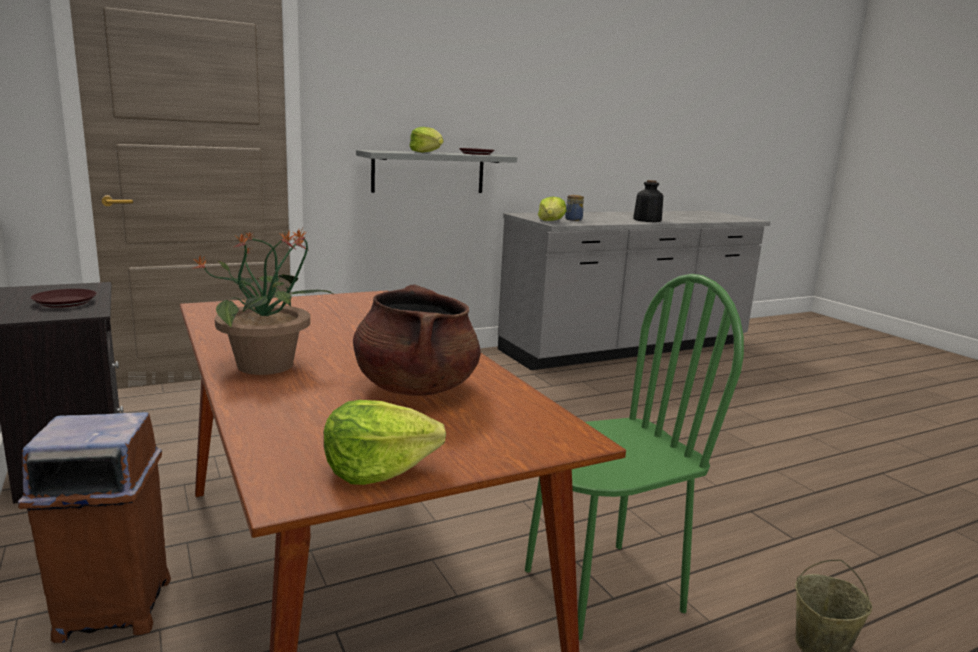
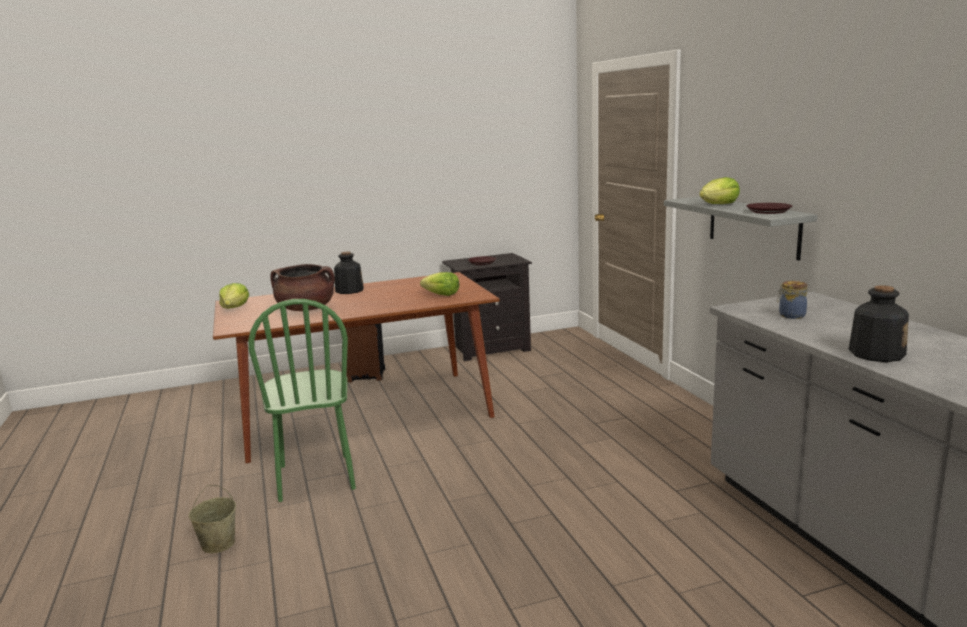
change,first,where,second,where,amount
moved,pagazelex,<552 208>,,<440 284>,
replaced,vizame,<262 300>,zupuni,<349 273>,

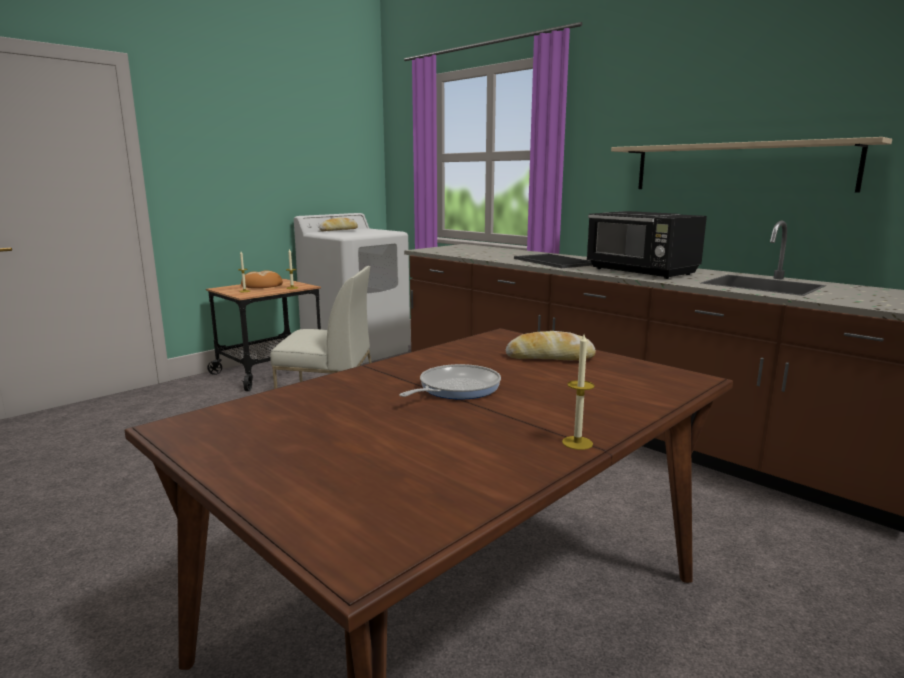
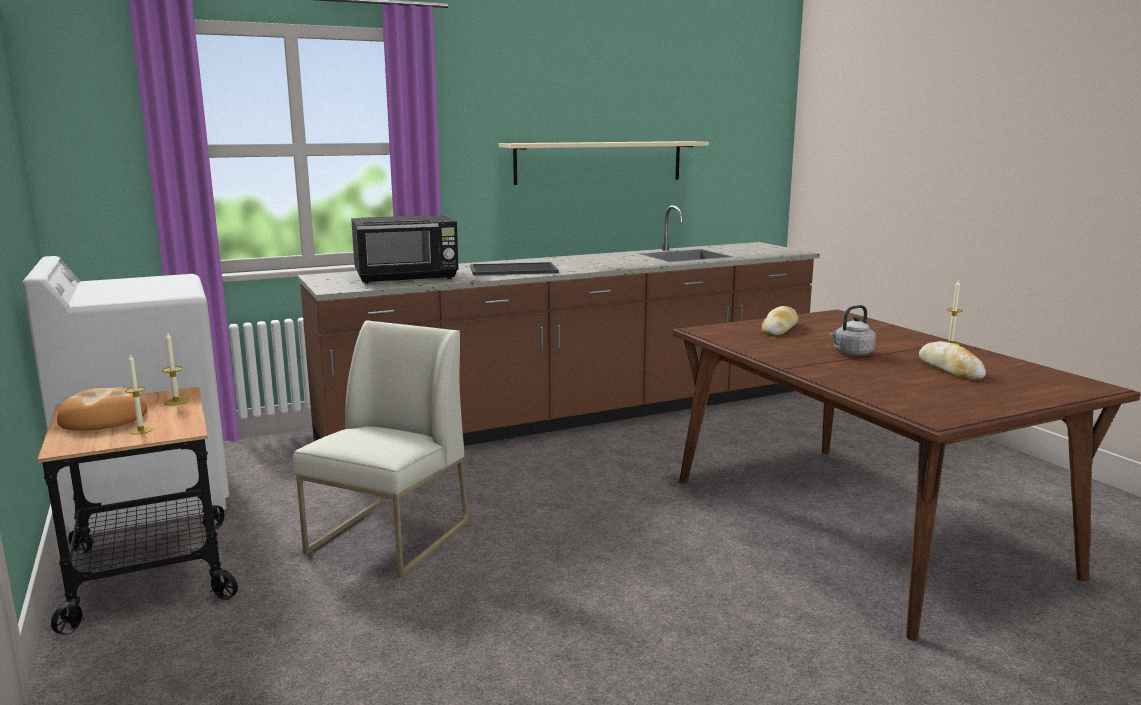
change,first,where,second,where,amount
moved,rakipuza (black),<646 245>,,<405 249>,
moved,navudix,<338 224>,,<952 360>,
replaced,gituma,<450 382>,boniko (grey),<852 330>,

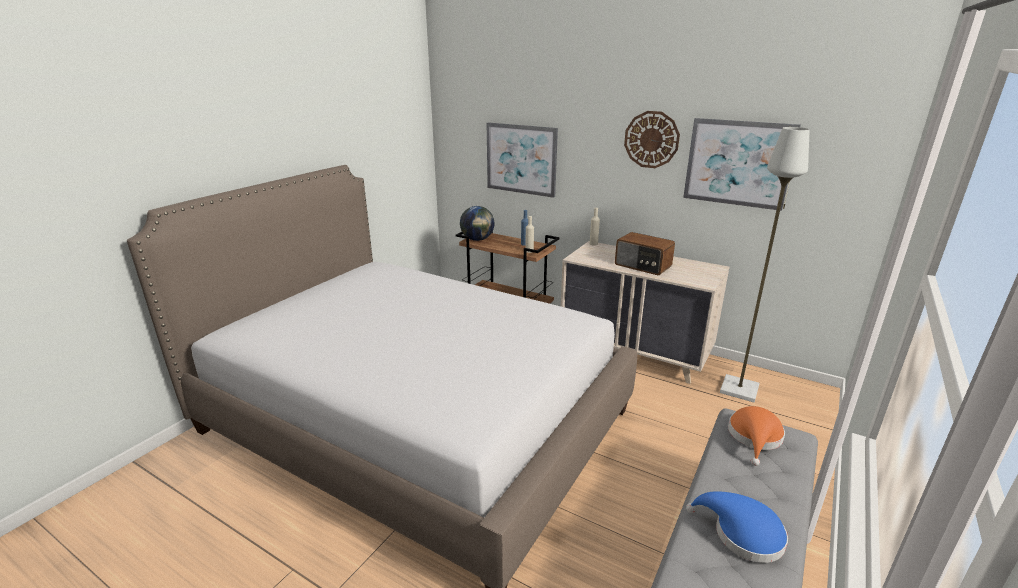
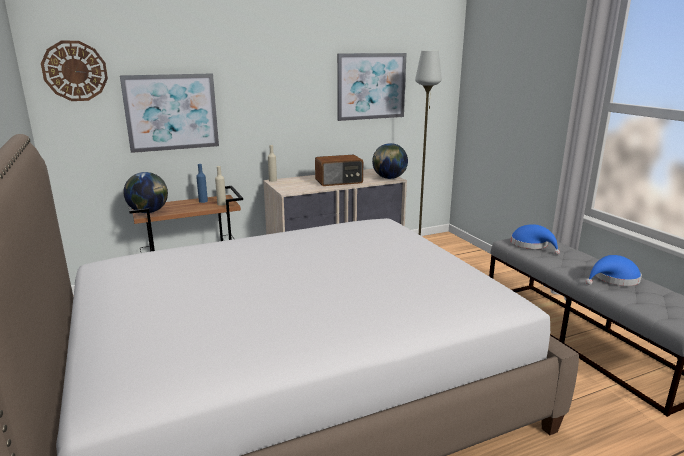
change,first,where,second,where,amount
moved,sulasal,<652 139>,,<74 71>,
recoloured,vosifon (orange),<756 436>,vosifon (blue),<535 239>,
added,,,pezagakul,<390 161>,

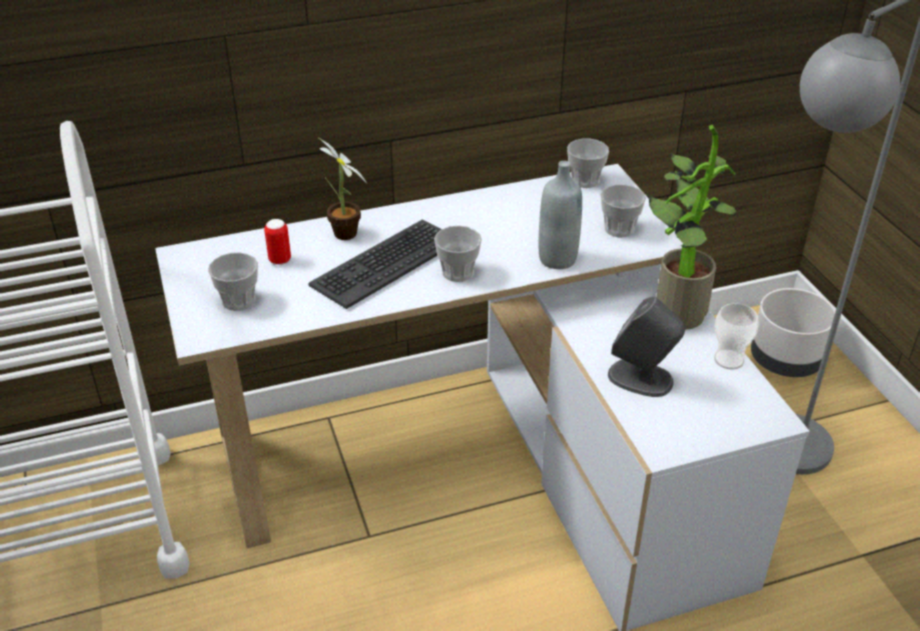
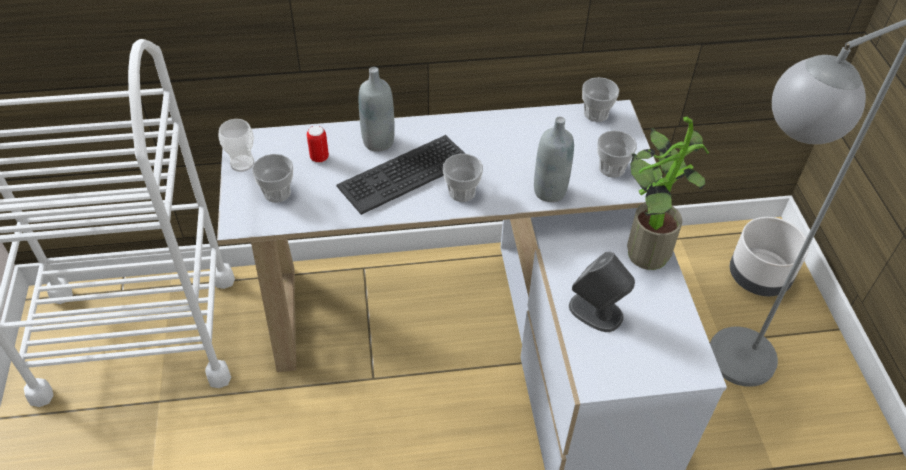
change,first,where,second,where,amount
replaced,vizame,<343 189>,zupuni (grey),<377 109>,
moved,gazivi,<736 336>,,<237 145>,

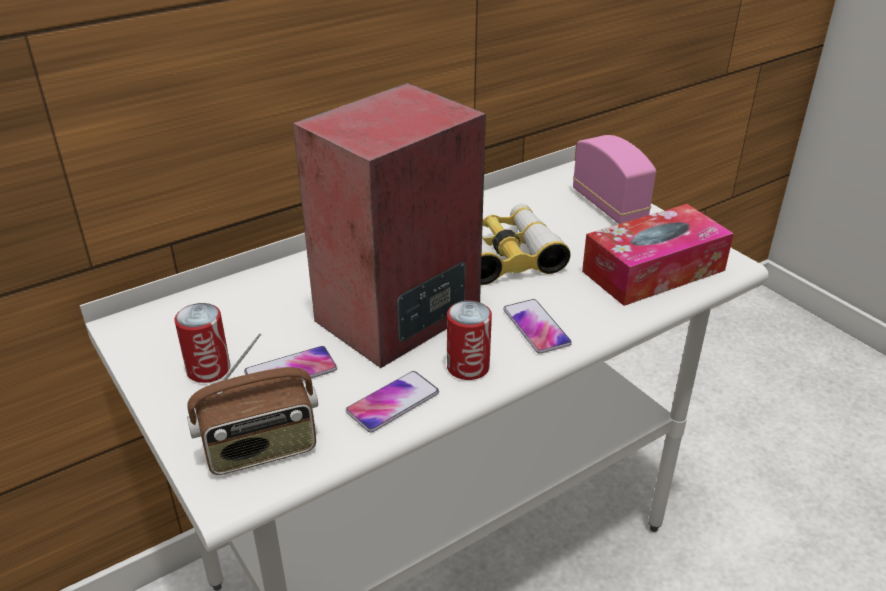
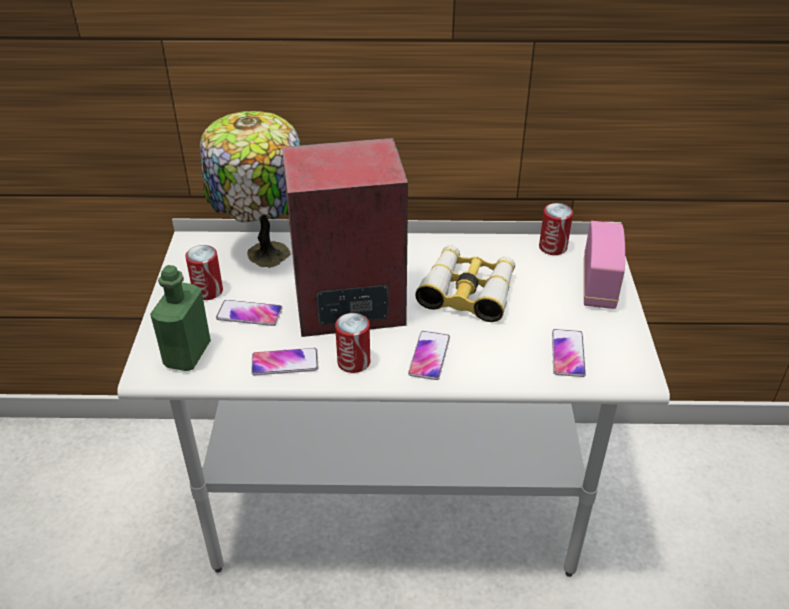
change,first,where,second,where,amount
replaced,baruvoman,<658 255>,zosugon,<569 353>,
replaced,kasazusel,<252 404>,zupuni (green),<180 318>,
added,,,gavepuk,<250 189>,
added,,,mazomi,<556 229>,

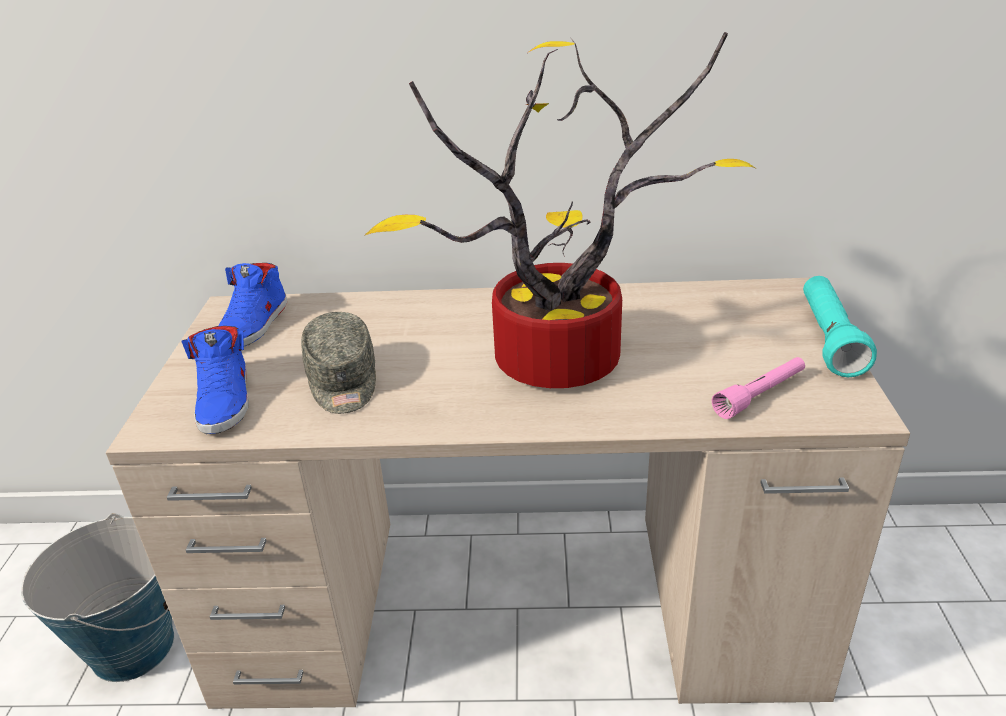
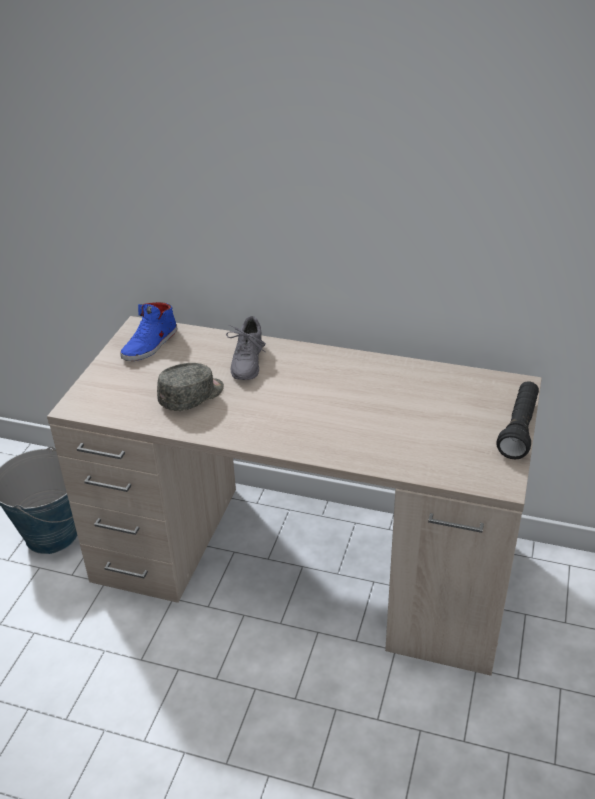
change,first,where,second,where,amount
removed,vizame,<559 210>,,,
recoloured,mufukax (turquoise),<840 327>,mufukax (black),<517 420>,
turned,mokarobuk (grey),<338 363>,,<190 387>,135 degrees counterclockwise
removed,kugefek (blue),<215 380>,,,
removed,mufukax (pink),<758 388>,,,
added,,,kugefek (grey),<246 348>,

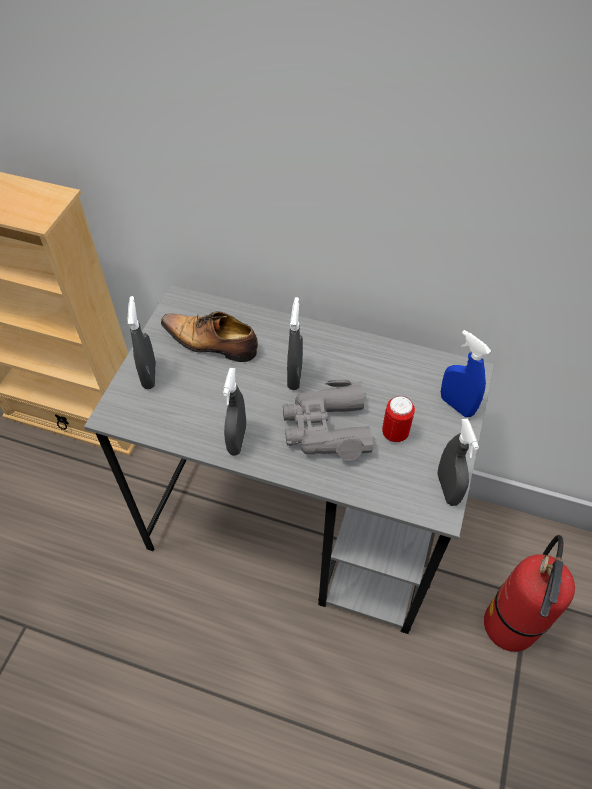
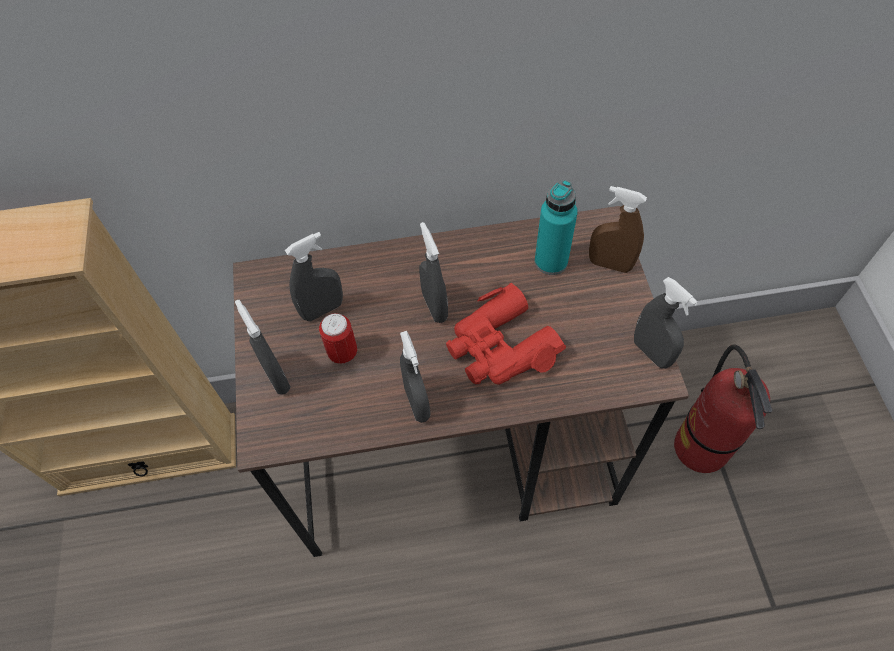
change,first,where,second,where,amount
recoloured,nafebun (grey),<289 459>,nafebun (brown),<461 381>,
replaced,kugefek,<209 336>,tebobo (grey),<314 276>,
recoloured,tebobo (blue),<466 373>,tebobo (brown),<618 229>,
recoloured,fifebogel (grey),<328 420>,fifebogel (red),<506 334>,
moved,mazomi,<398 419>,,<338 338>,
added,,,zupuni (turquoise),<556 227>,

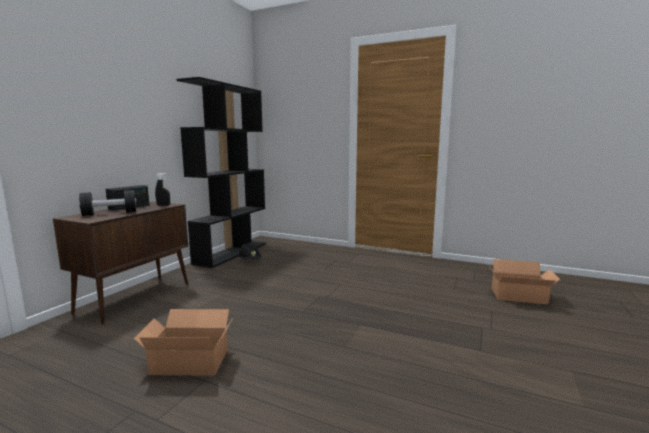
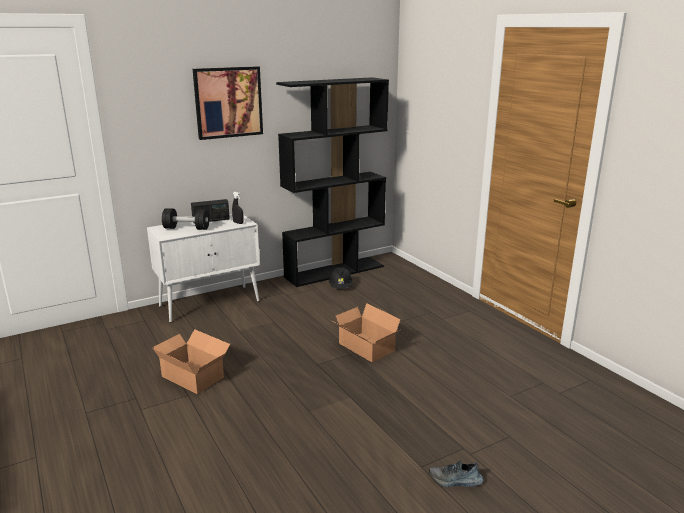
change,first,where,second,where,amount
recoloured,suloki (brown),<120 262>,suloki (white),<203 268>,
moved,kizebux,<524 282>,,<366 332>,
added,,,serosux,<228 103>,
added,,,kugefek,<456 473>,

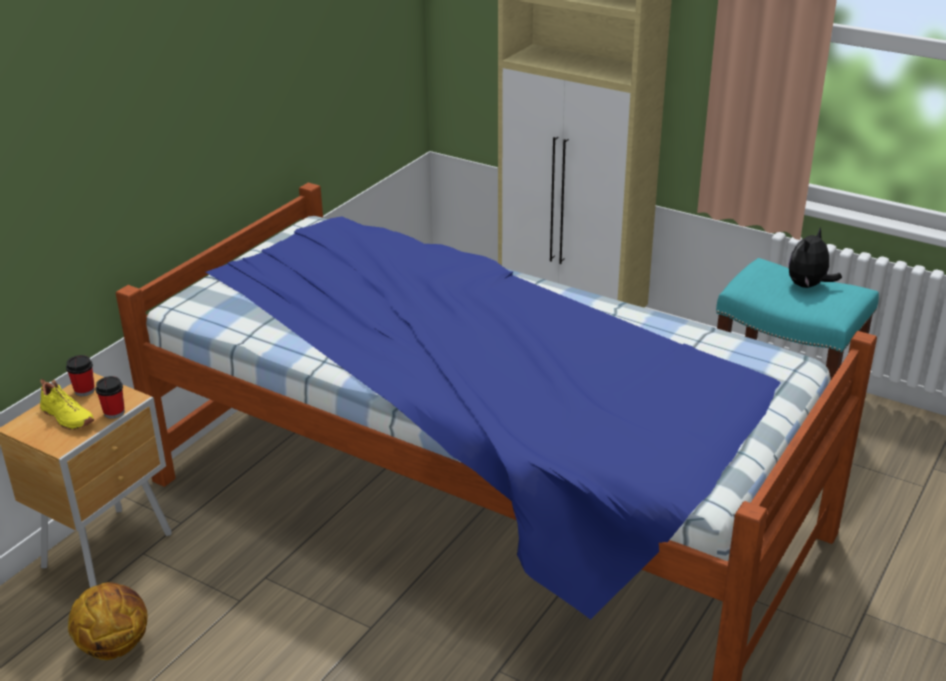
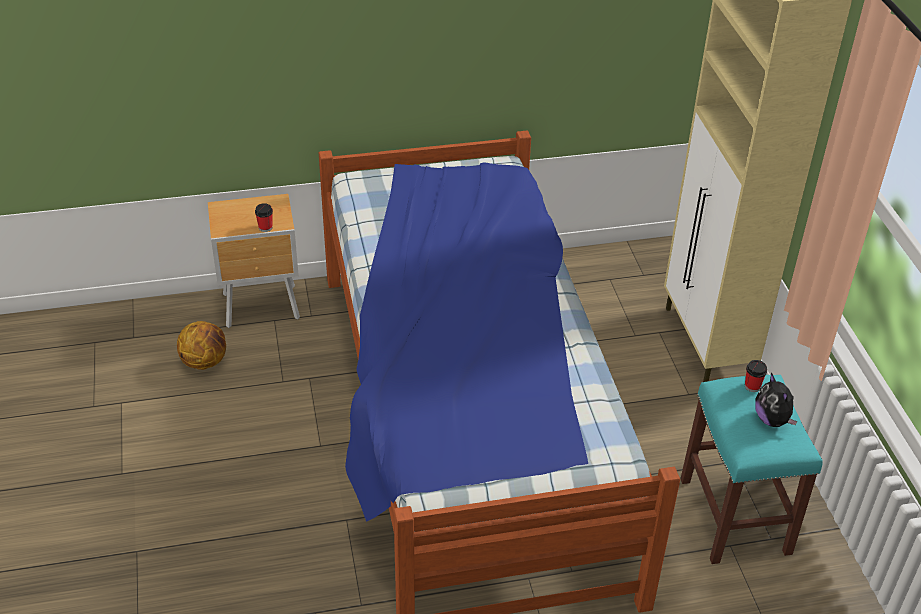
change,first,where,second,where,amount
turned,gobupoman,<815 258>,,<776 400>,105 degrees counterclockwise
moved,gazivi,<80 375>,,<756 376>,
removed,kugefek (yellow),<67 404>,,,

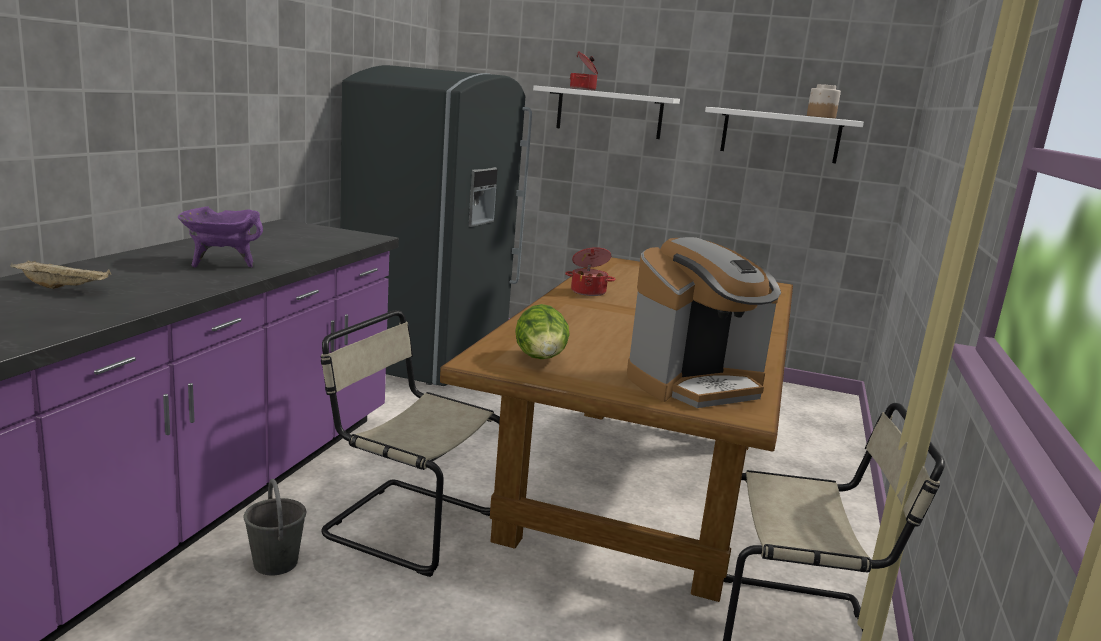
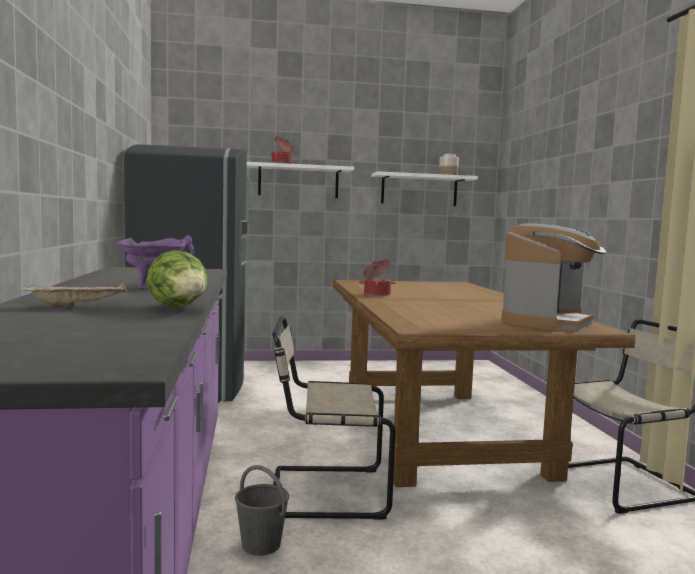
change,first,where,second,where,amount
moved,pagazelex,<542 331>,,<177 278>,

